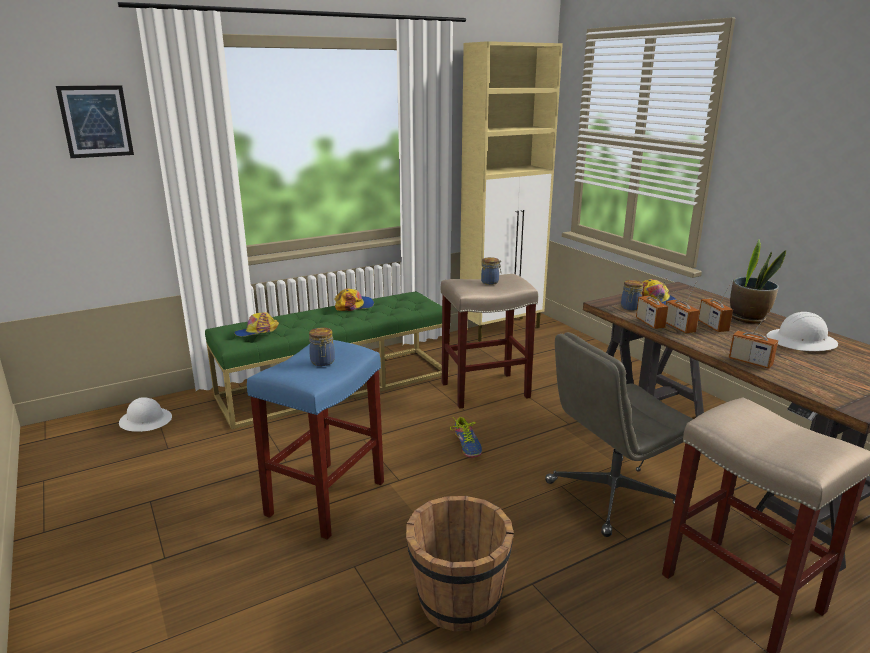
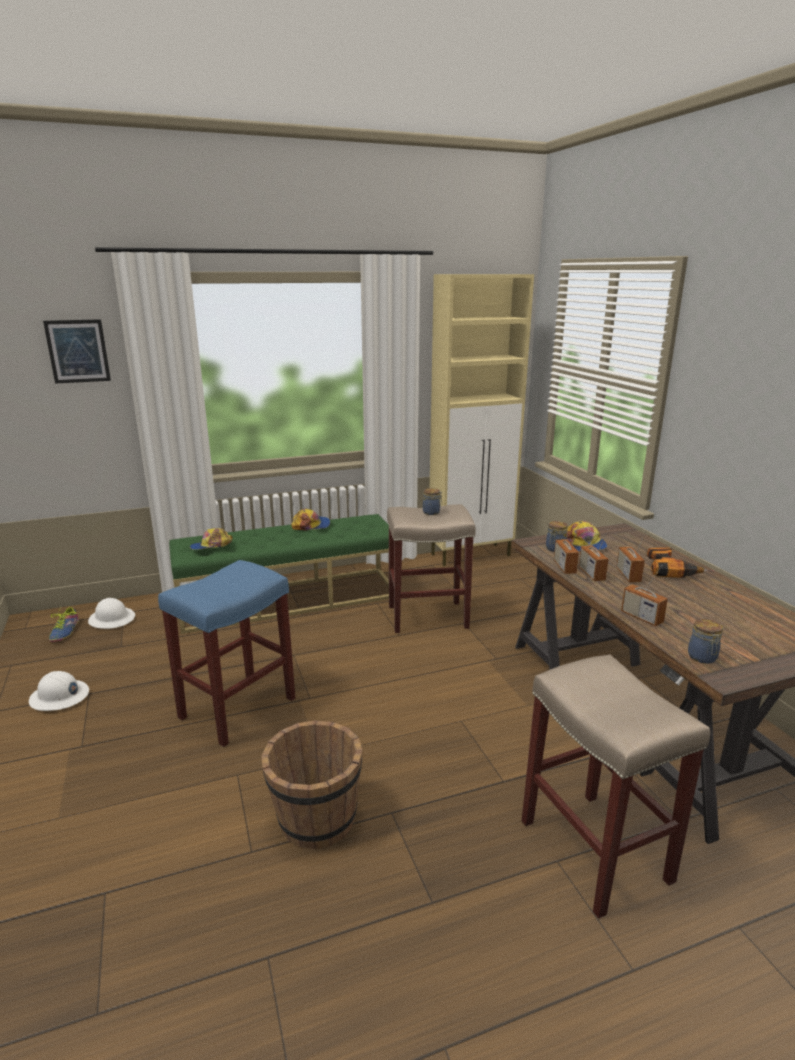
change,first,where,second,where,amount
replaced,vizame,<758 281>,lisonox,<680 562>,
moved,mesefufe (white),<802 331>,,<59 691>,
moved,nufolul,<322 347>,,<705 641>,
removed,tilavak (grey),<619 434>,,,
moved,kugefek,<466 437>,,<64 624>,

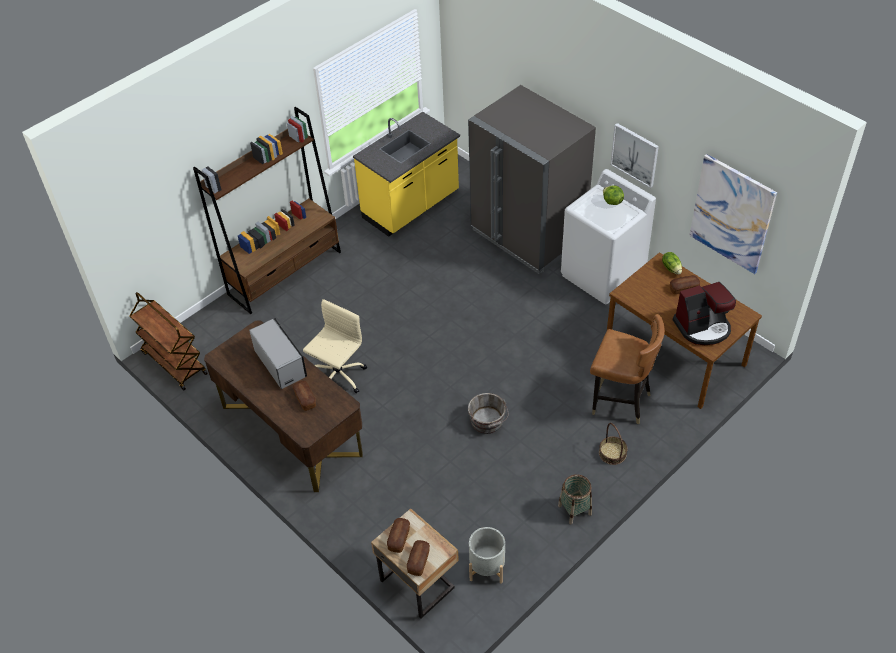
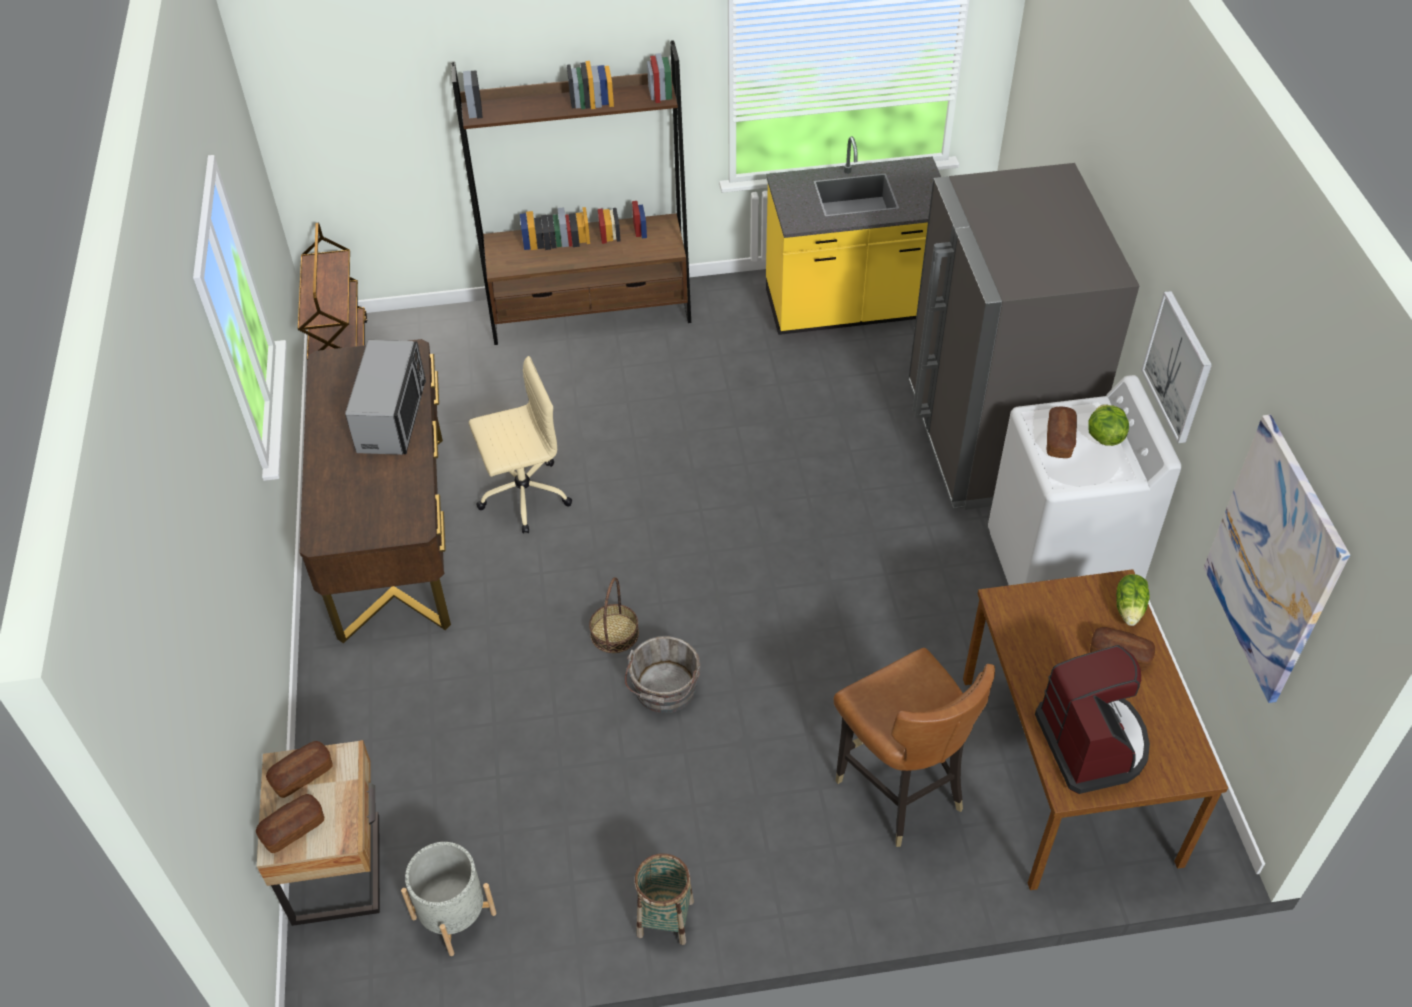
change,first,where,second,where,amount
turned,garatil,<704 313>,,<1092 719>,120 degrees counterclockwise
moved,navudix,<304 396>,,<1062 432>,
moved,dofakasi,<613 444>,,<614 615>,

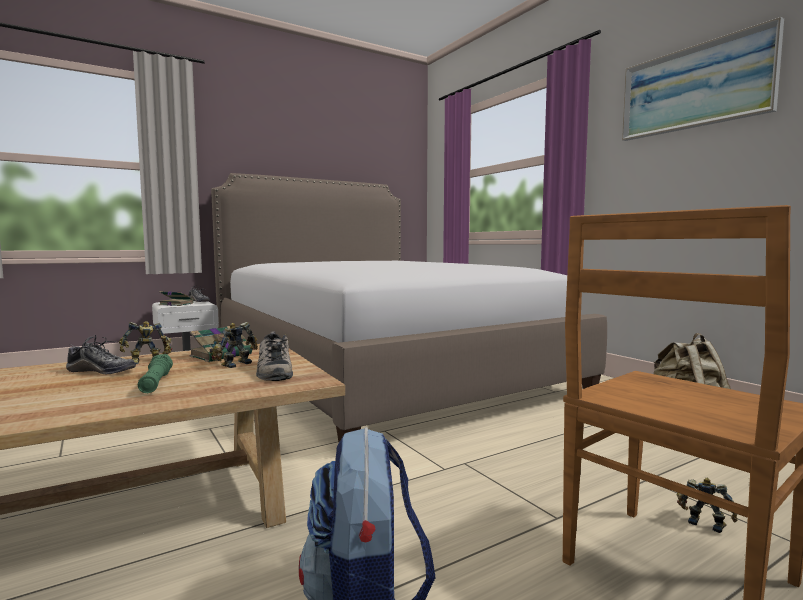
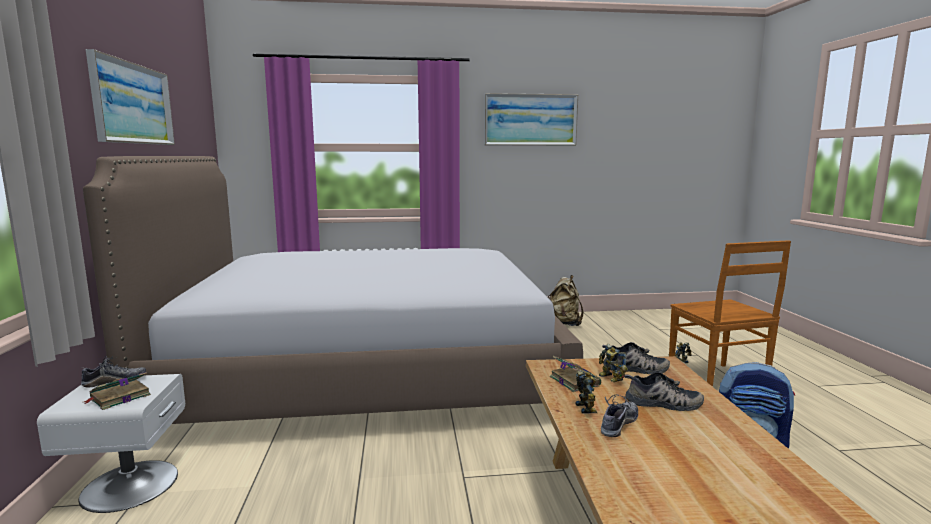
change,first,where,second,where,amount
replaced,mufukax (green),<155 373>,kugefek,<664 391>,
added,,,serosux,<130 97>,

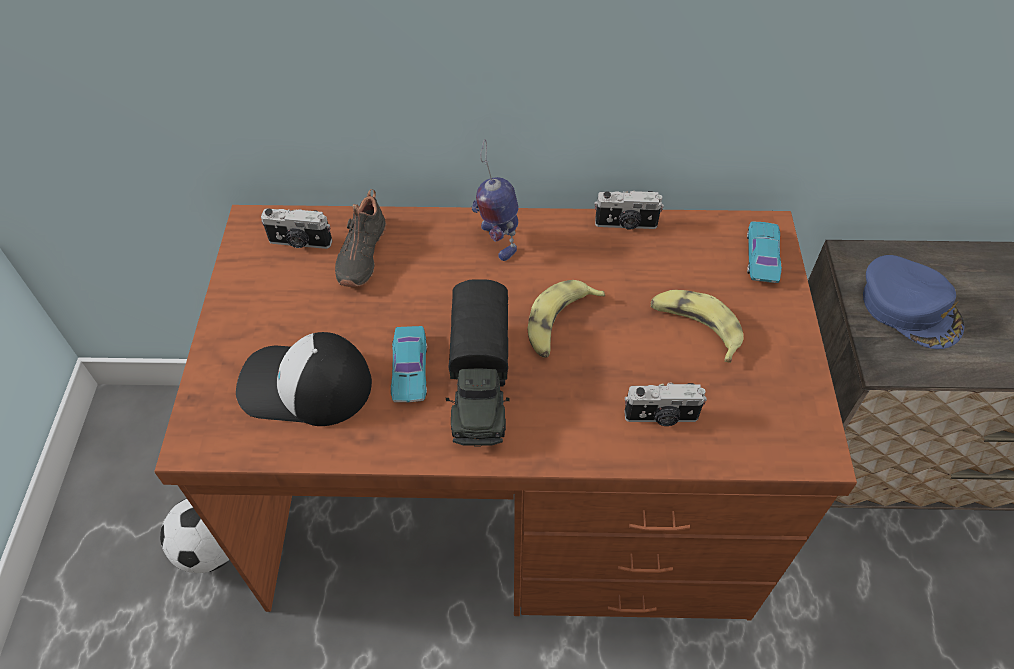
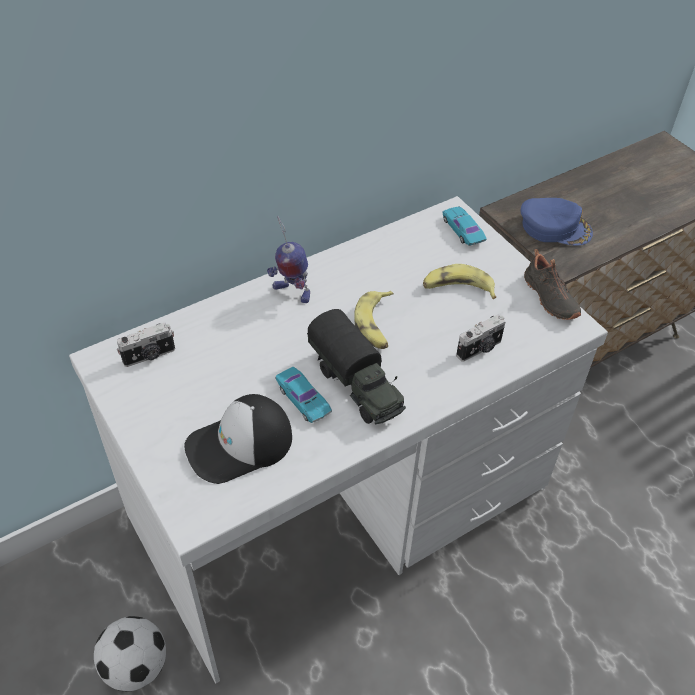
change,first,where,second,where,amount
moved,kugefek (black),<360 238>,,<552 284>,
removed,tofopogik,<629 210>,,,
recoloured,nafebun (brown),<505 412>,nafebun (white),<338 439>,

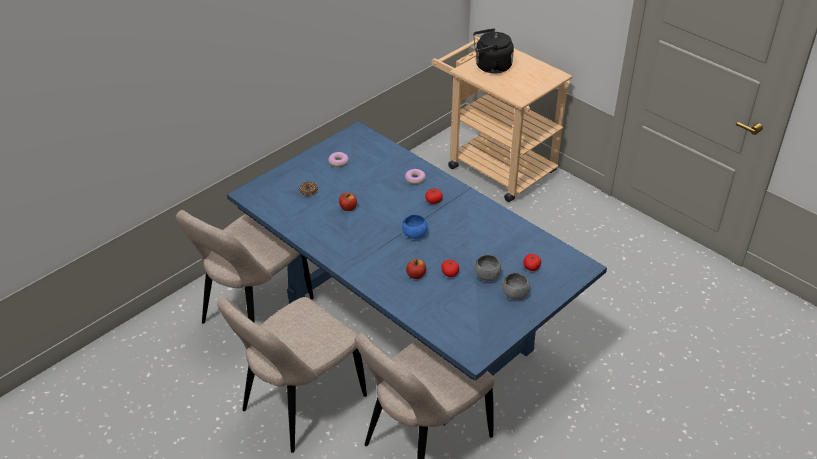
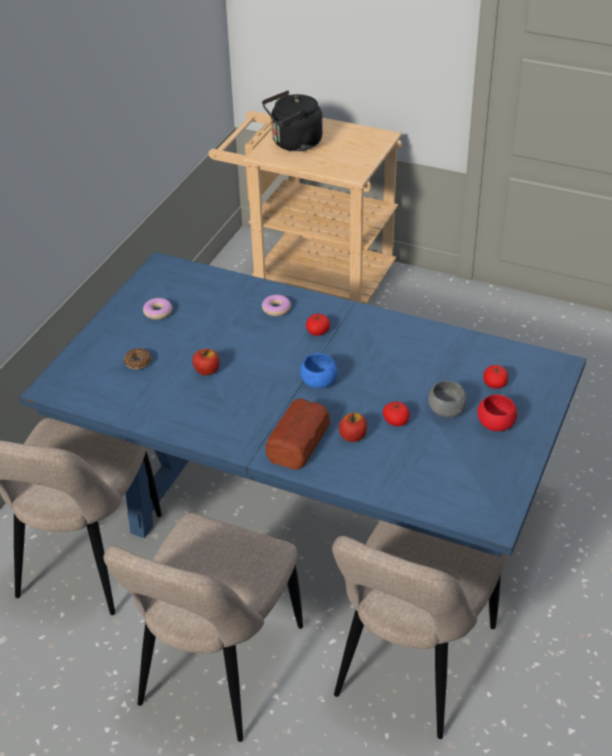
change,first,where,second,where,amount
recoloured,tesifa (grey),<516 286>,tesifa (red),<497 413>,
added,,,navudix,<298 434>,

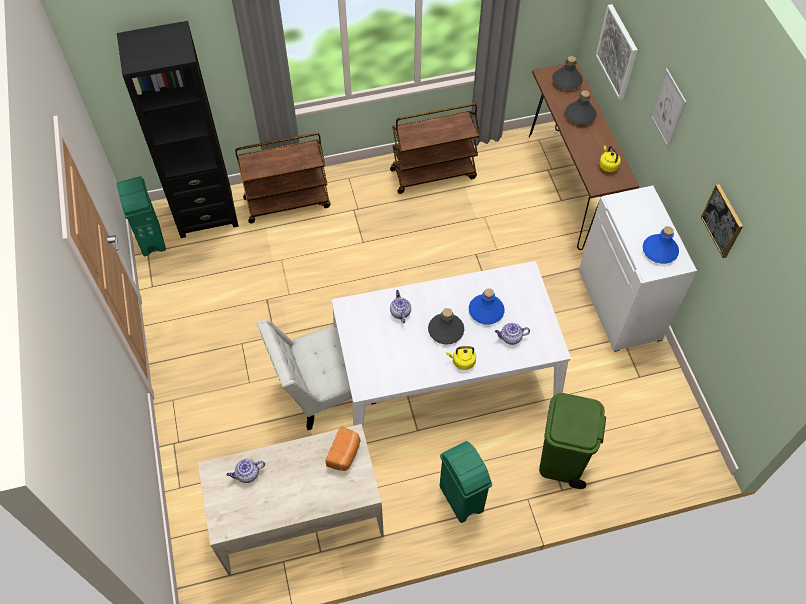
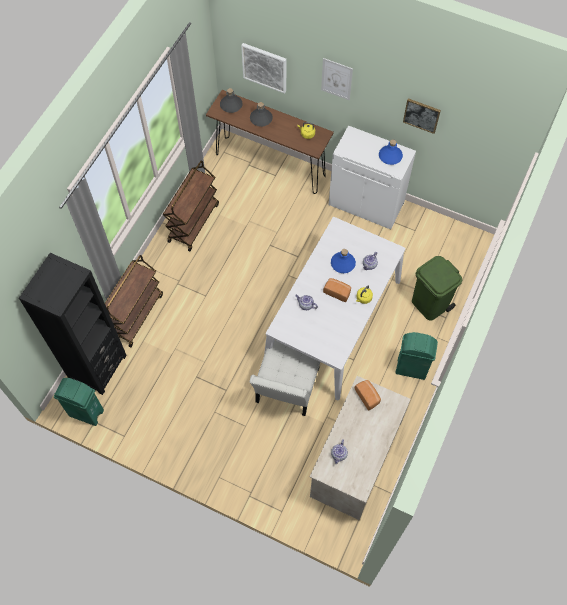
change,first,where,second,where,amount
replaced,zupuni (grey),<446 326>,navudix,<337 290>,

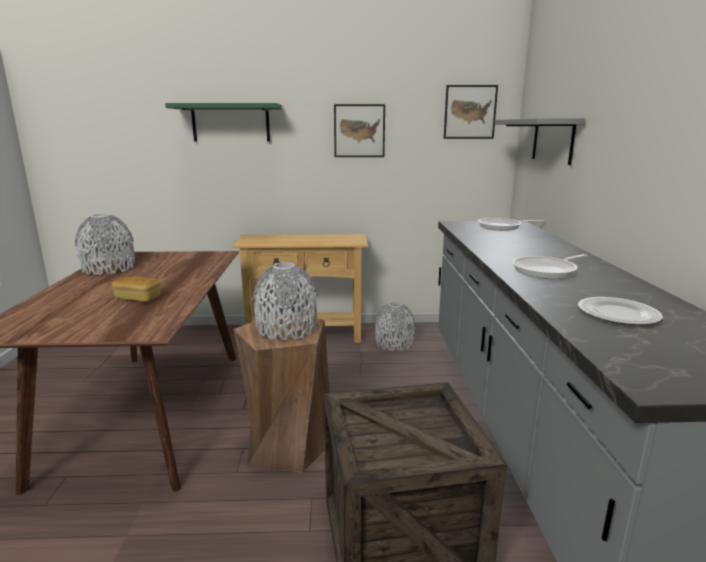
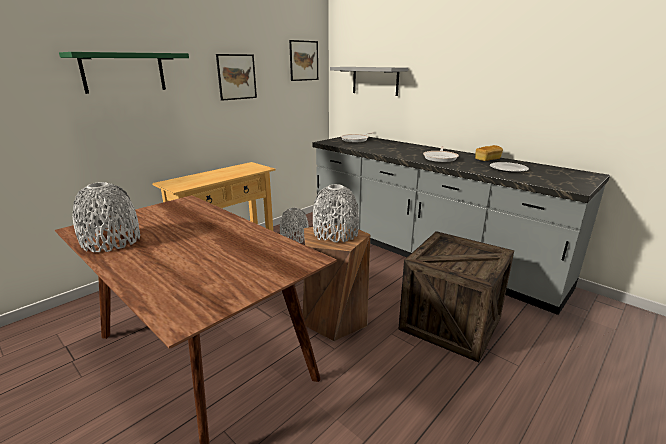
change,first,where,second,where,amount
moved,navudix,<136 289>,,<489 153>,

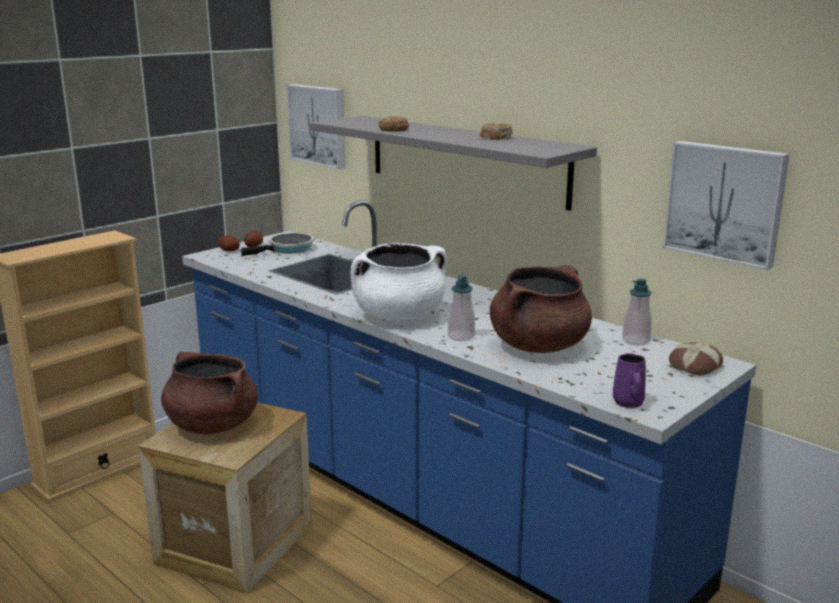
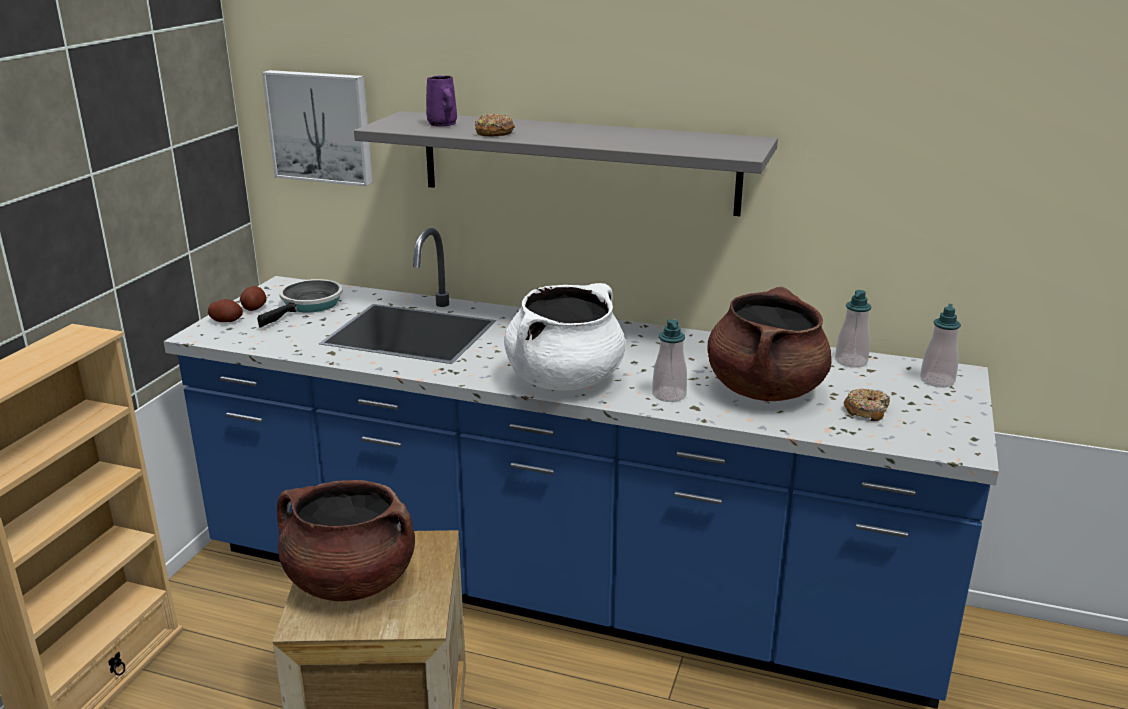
change,first,where,second,where,amount
moved,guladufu,<496 131>,,<867 404>,
removed,serosux,<726 205>,,,
replaced,navudix,<696 358>,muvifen,<940 346>,
moved,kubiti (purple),<629 380>,,<441 101>,

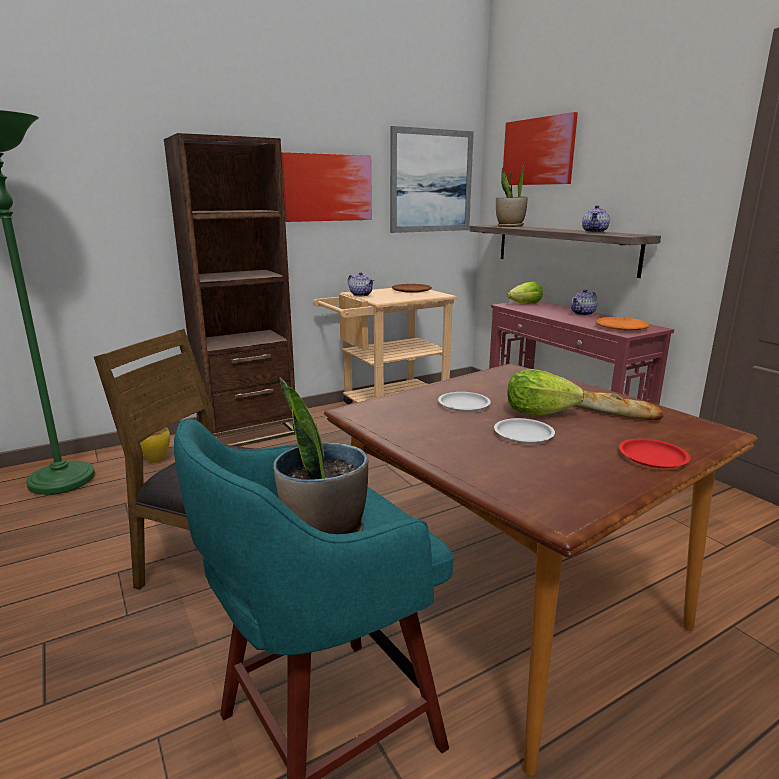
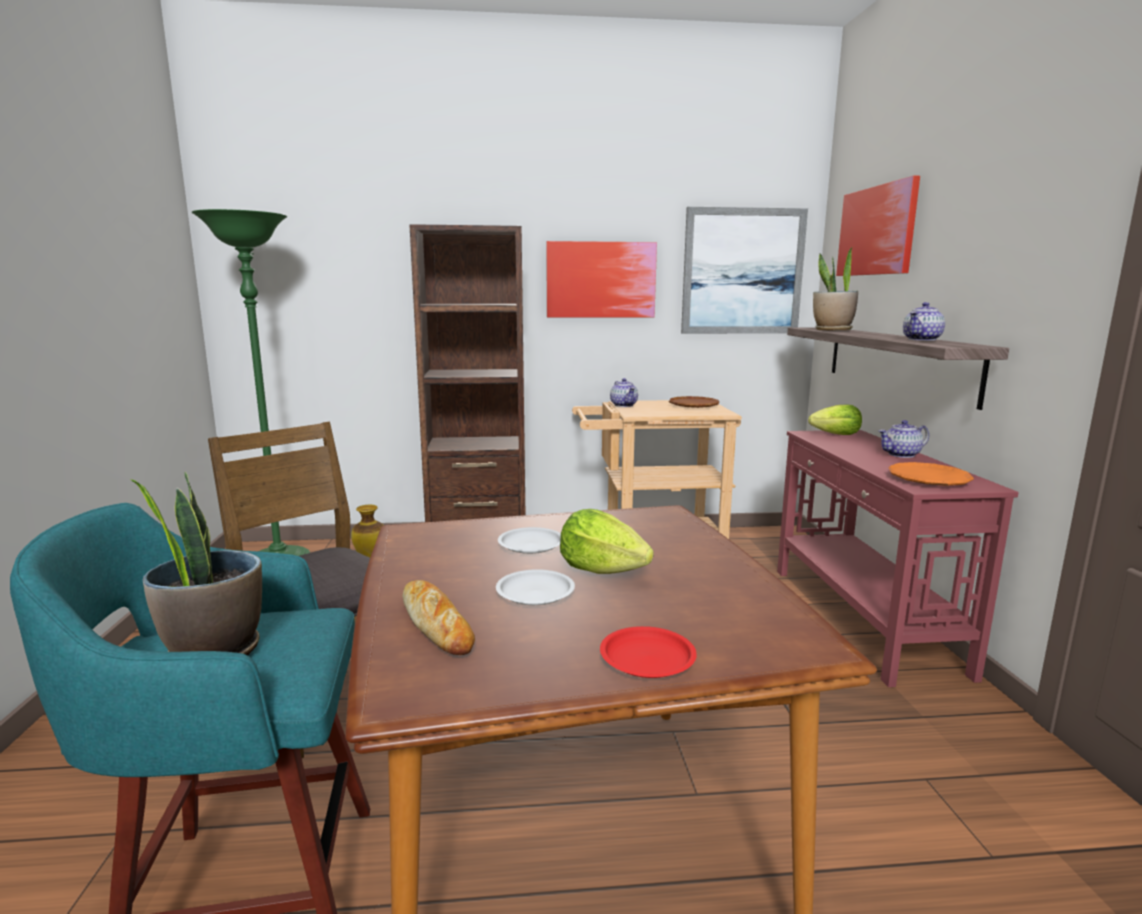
change,first,where,second,where,amount
moved,navudix,<619 405>,,<438 617>,

